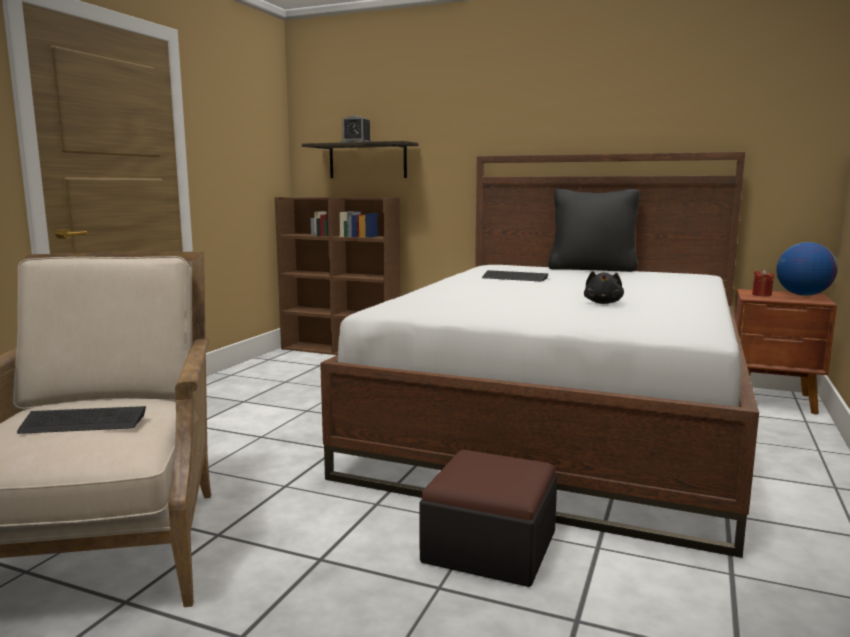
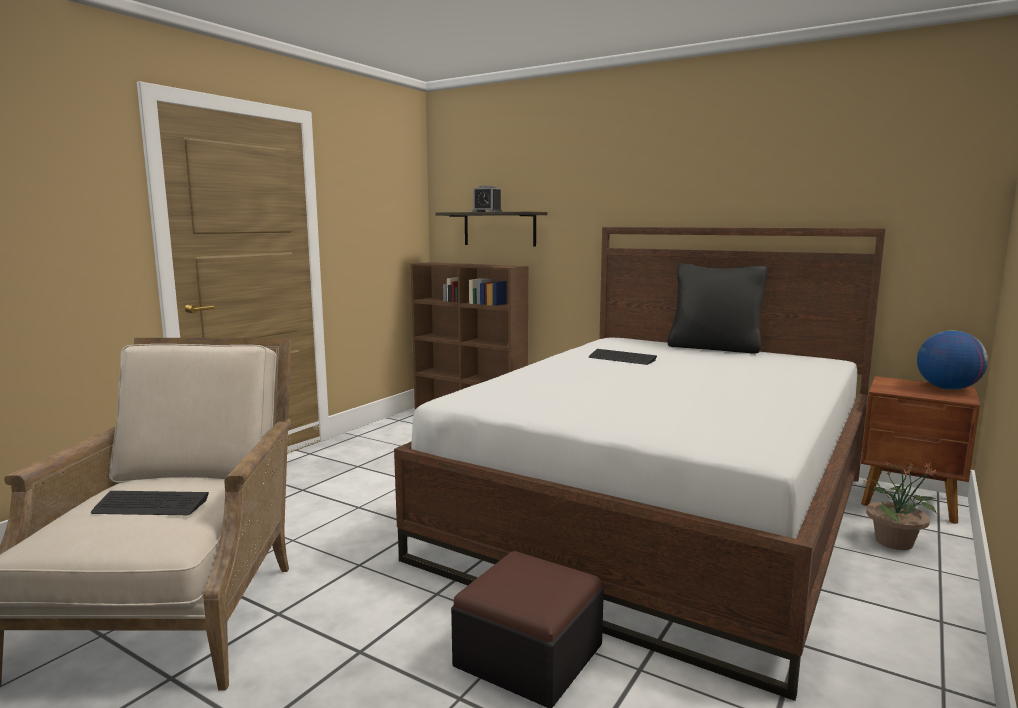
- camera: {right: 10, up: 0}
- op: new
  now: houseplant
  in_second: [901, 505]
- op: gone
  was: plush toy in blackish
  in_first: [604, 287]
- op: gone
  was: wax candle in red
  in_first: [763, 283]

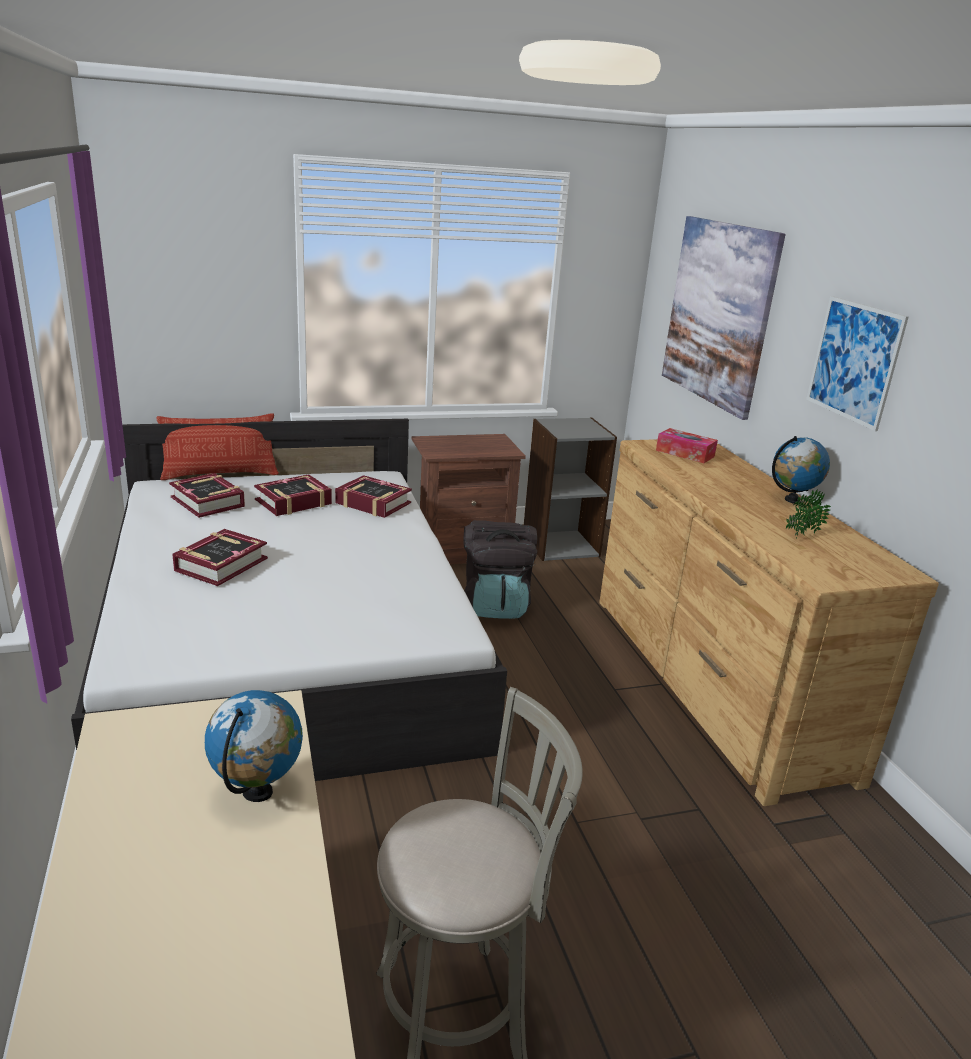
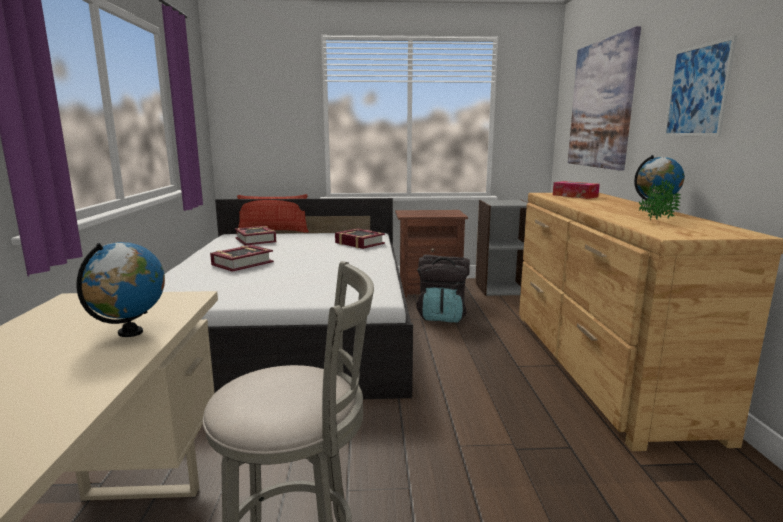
- camera: {right: 15, up: -10}
- op: gone
  was: bound book
  in_first: [293, 495]

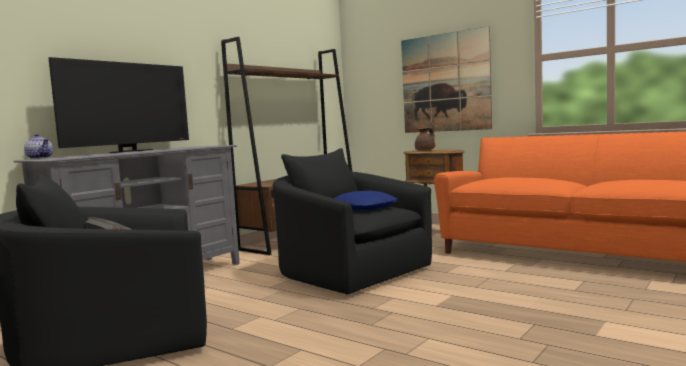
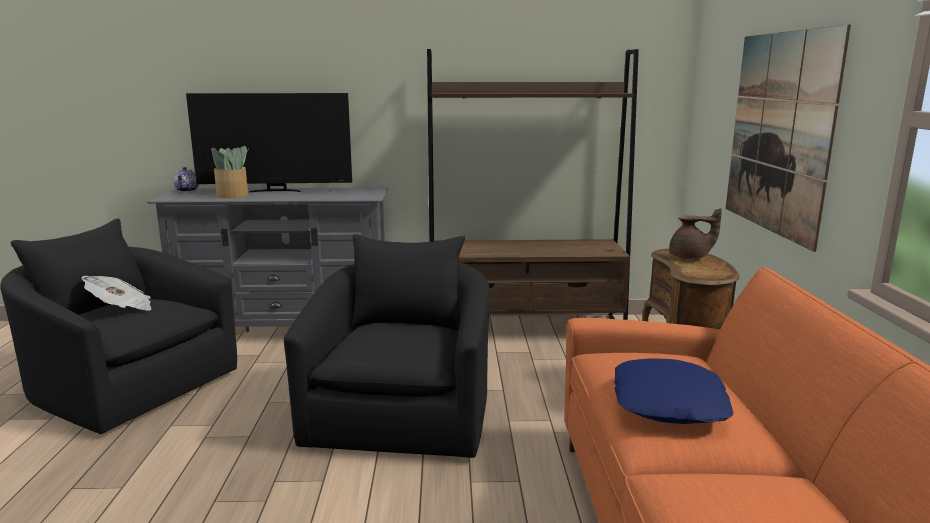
- camera: {right: 50, up: 10}
- op: new
  now: houseplant
  in_second: [229, 172]
- op: shifted
  was: throw pillow in blue
  in_first: [365, 200]
  in_second: [673, 391]

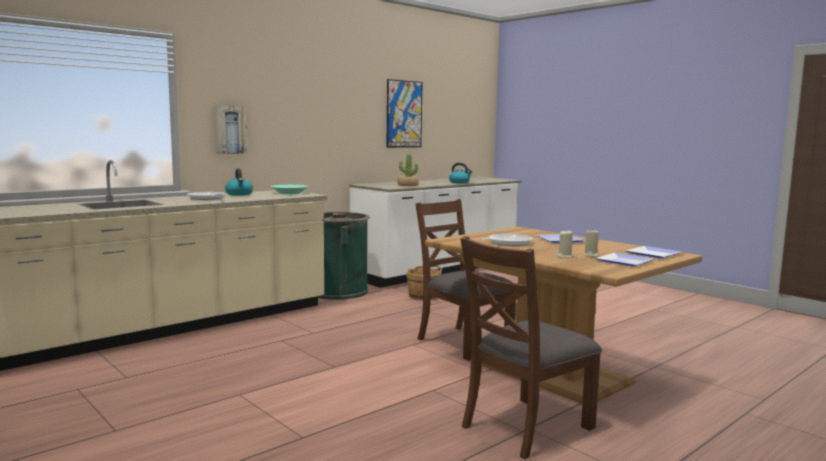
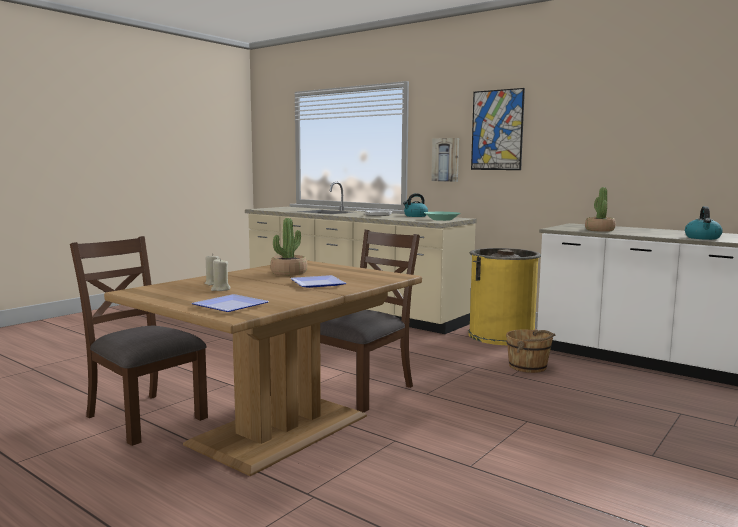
- camera: {right: 80, up: 0}
- op: swapped
  was: frying pan
  now: houseplant
  in_first: [506, 240]
  in_second: [289, 247]
- op: repainted
  was: trash can in green-coloured
  now: trash can in yellow
  in_first: [344, 256]
  in_second: [504, 296]
- op: shifted
  was: wall art
  in_first: [405, 113]
  in_second: [498, 129]
- op: gone
  was: flat dish
  in_first: [624, 259]

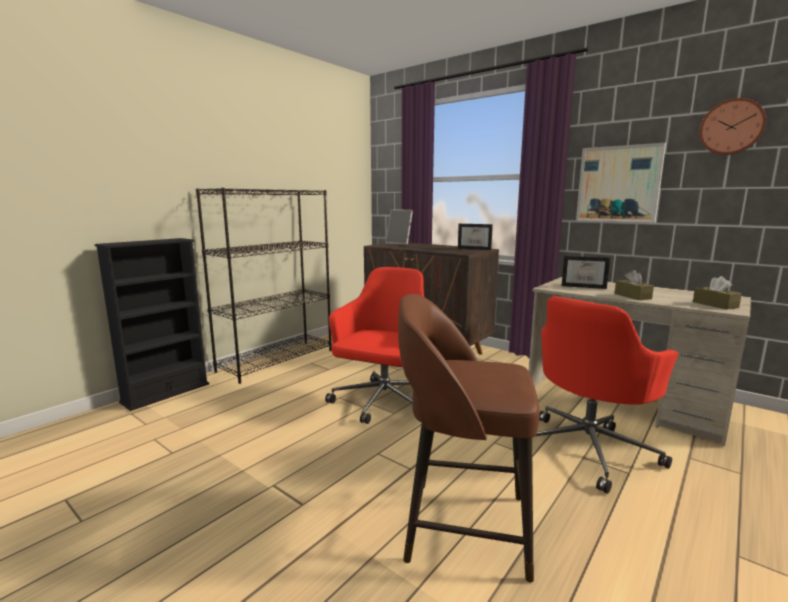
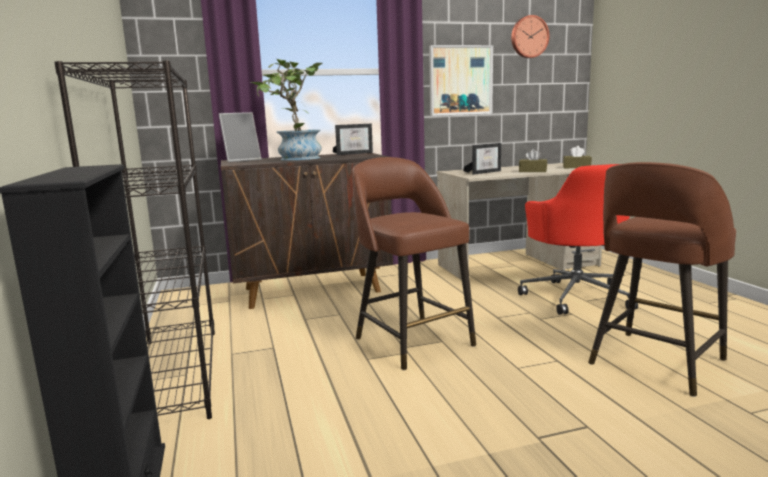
- camera: {right: -55, up: 0}
- op: new
  now: houseplant
  in_second: [287, 109]
- op: swapped
  was: desk chair in red
  now: stool in brown-coloured
  in_first: [374, 345]
  in_second: [414, 263]

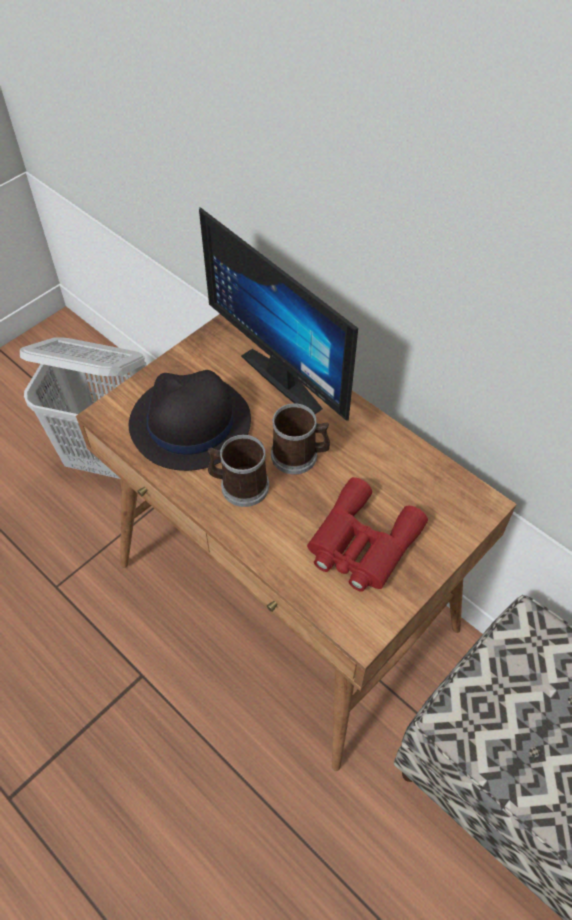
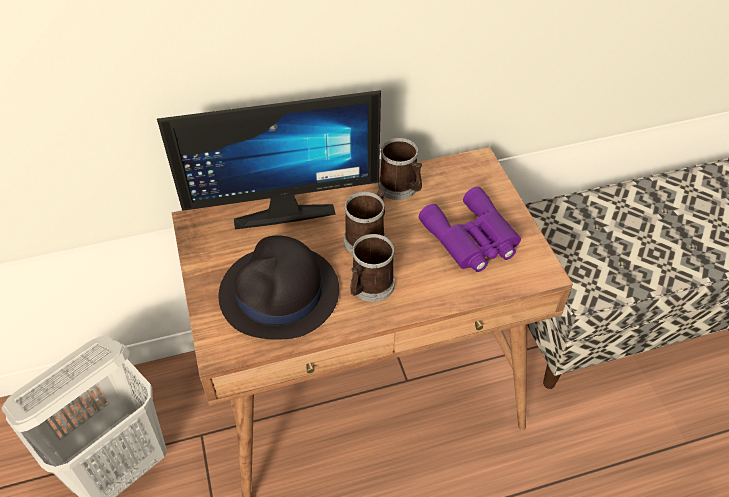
- camera: {right: -60, up: -5}
- op: new
  now: mug
  in_second: [400, 169]
- op: repainted
  was: field glasses in red
  now: field glasses in purple-coloured
  in_first: [367, 534]
  in_second: [470, 229]

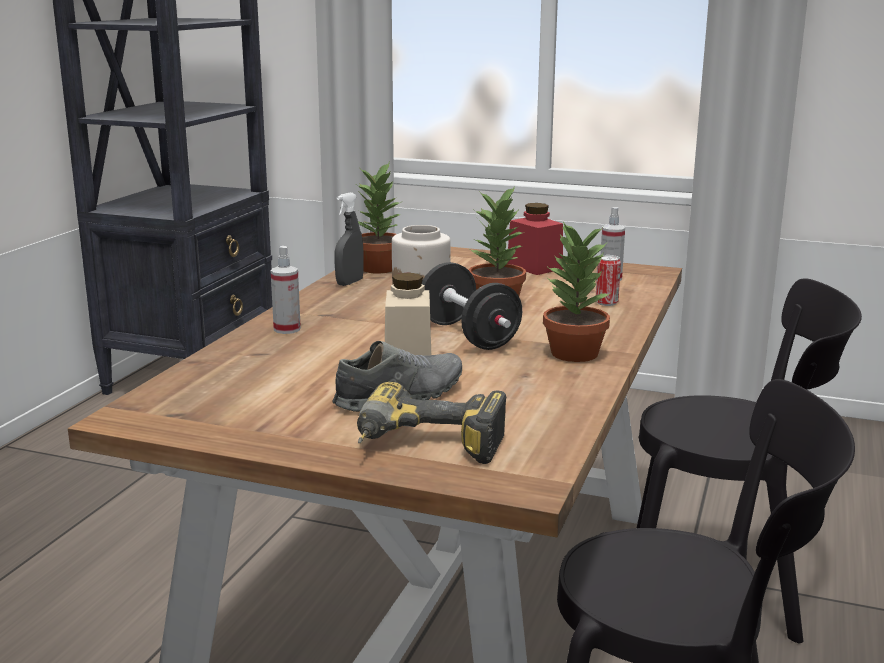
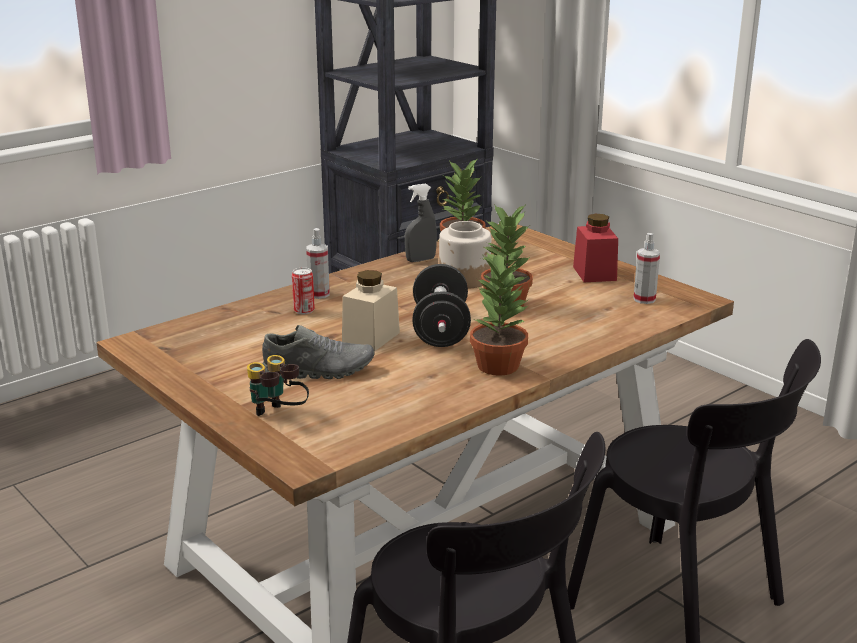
- camera: {right: 30, up: 5}
- op: swapped
  was: electric drill
  now: field glasses
  in_first: [431, 423]
  in_second: [278, 385]
- op: shifted
  was: can
  in_first: [608, 280]
  in_second: [303, 291]

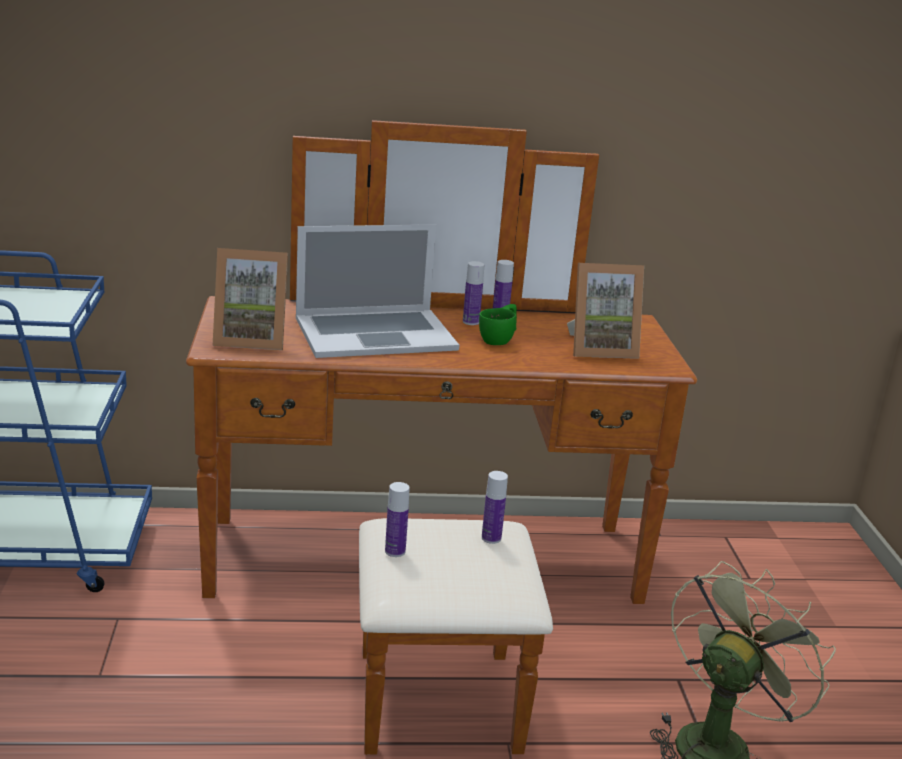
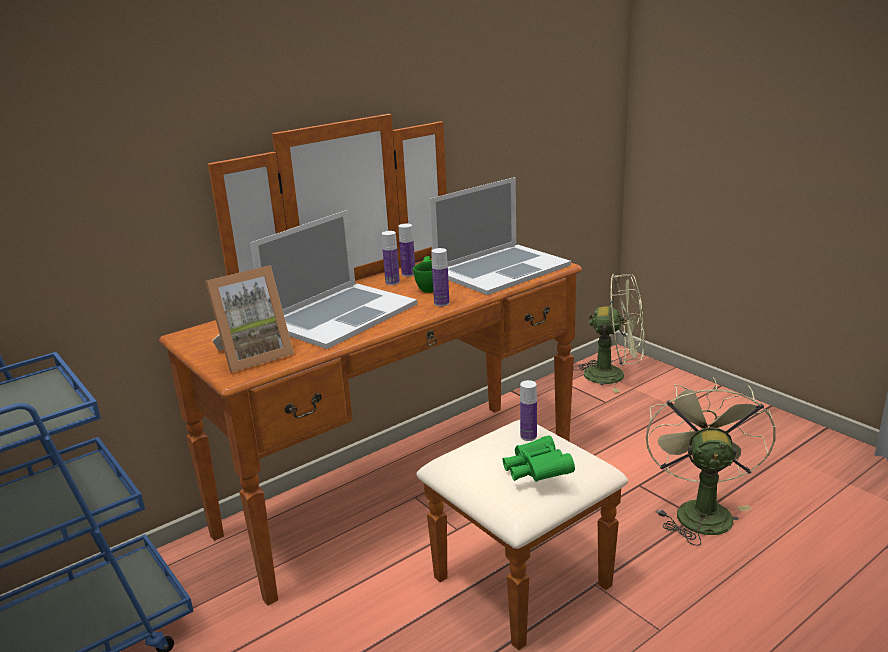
- camera: {right: -30, up: 0}
- op: swapped
  was: picture frame
  now: portable computer
  in_first: [605, 311]
  in_second: [500, 236]
- op: shifted
  was: bottle
  in_first: [397, 519]
  in_second: [440, 277]
- op: new
  now: field glasses in green-coloured
  in_second: [539, 458]
- op: new
  now: electric fan in green-coloured
  in_second: [609, 333]

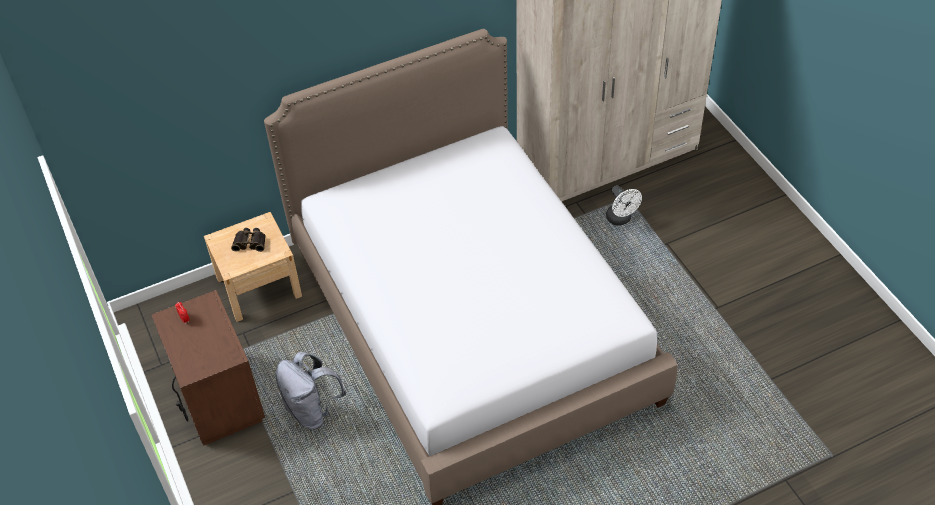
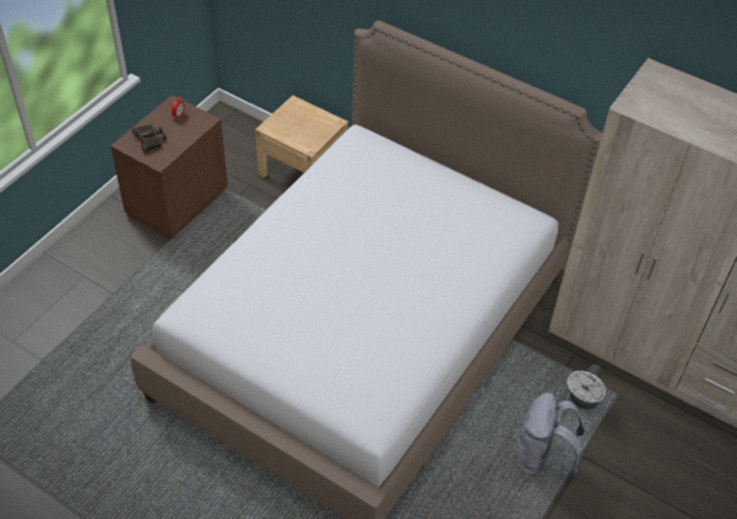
- camera: {right: 55, up: 0}
- op: shifted
  was: field glasses
  in_first: [248, 240]
  in_second: [149, 138]
- op: shifted
  was: rucksack in greyish
  in_first: [310, 390]
  in_second: [551, 434]

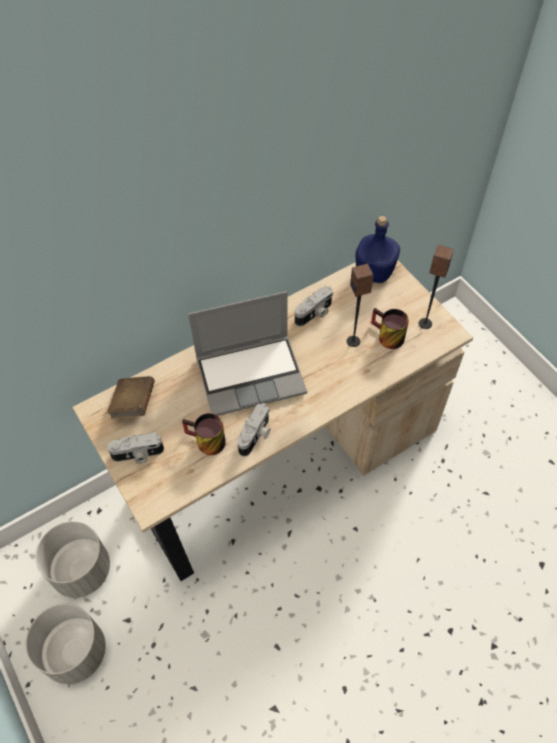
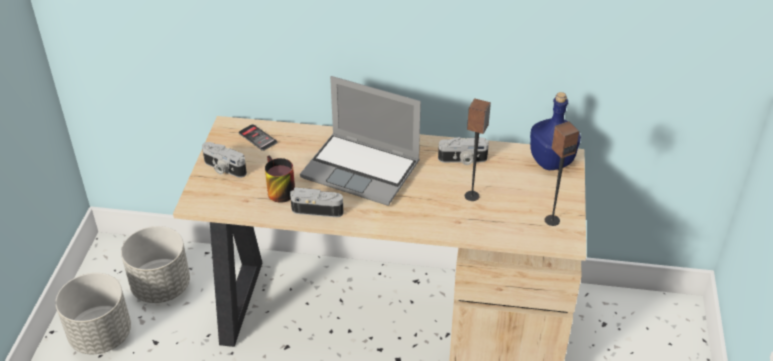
- camera: {right: 40, up: -15}
- op: swapped
  was: bound book in brown-coloured
  now: handset
  in_first: [131, 397]
  in_second: [257, 137]
- op: rotated
  was: photo camera
  in_first: [254, 429]
  in_second: [317, 202]
  clockwise: -150
- op: gone
  was: mug
  in_first: [390, 328]

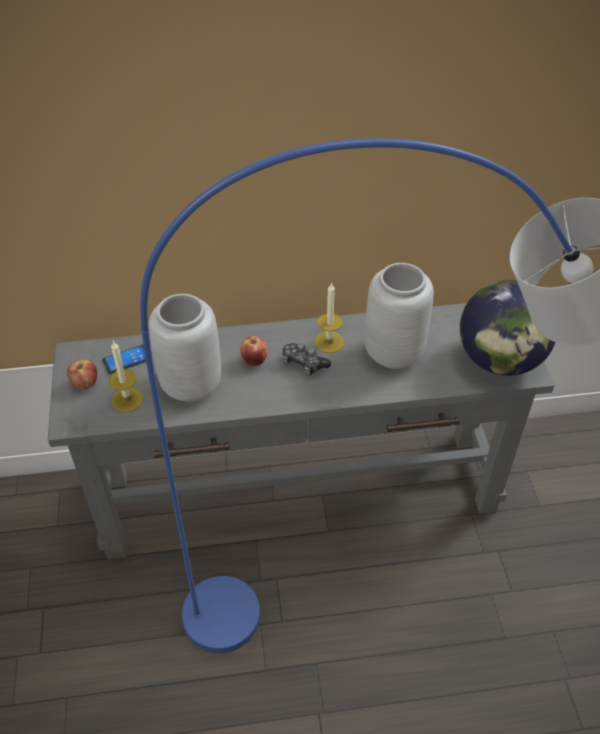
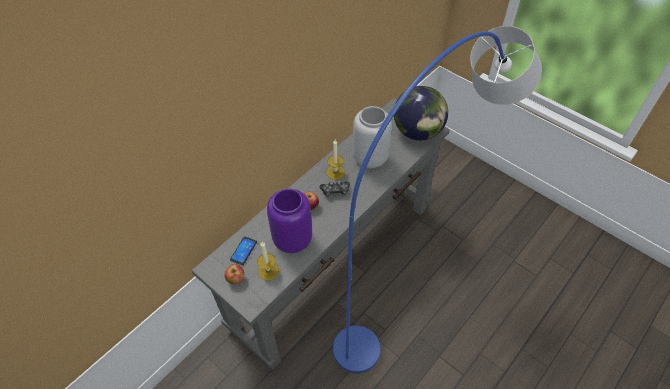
- camera: {right: -40, up: 5}
- op: repainted
  was: decorative vase in greyish
  now: decorative vase in purple-coloured
  in_first: [185, 348]
  in_second: [289, 220]

